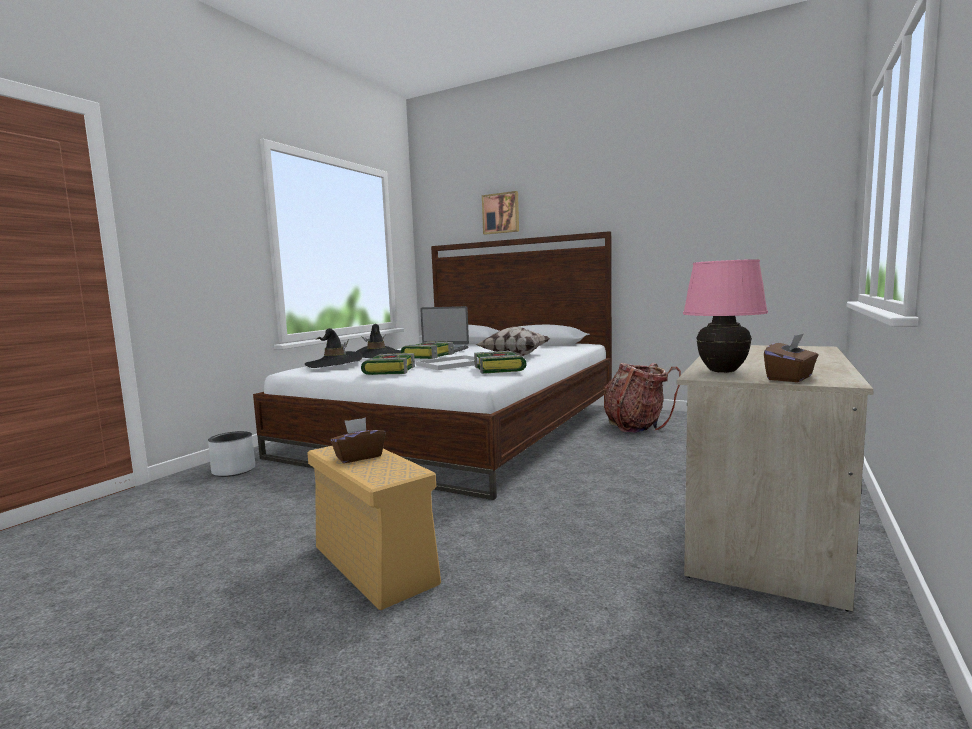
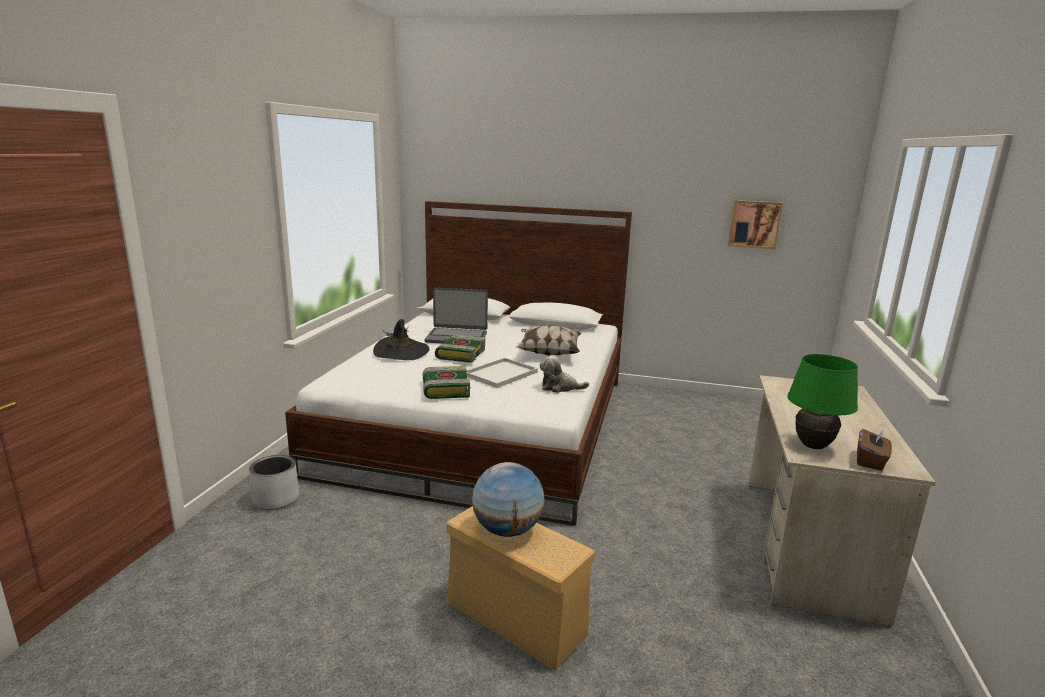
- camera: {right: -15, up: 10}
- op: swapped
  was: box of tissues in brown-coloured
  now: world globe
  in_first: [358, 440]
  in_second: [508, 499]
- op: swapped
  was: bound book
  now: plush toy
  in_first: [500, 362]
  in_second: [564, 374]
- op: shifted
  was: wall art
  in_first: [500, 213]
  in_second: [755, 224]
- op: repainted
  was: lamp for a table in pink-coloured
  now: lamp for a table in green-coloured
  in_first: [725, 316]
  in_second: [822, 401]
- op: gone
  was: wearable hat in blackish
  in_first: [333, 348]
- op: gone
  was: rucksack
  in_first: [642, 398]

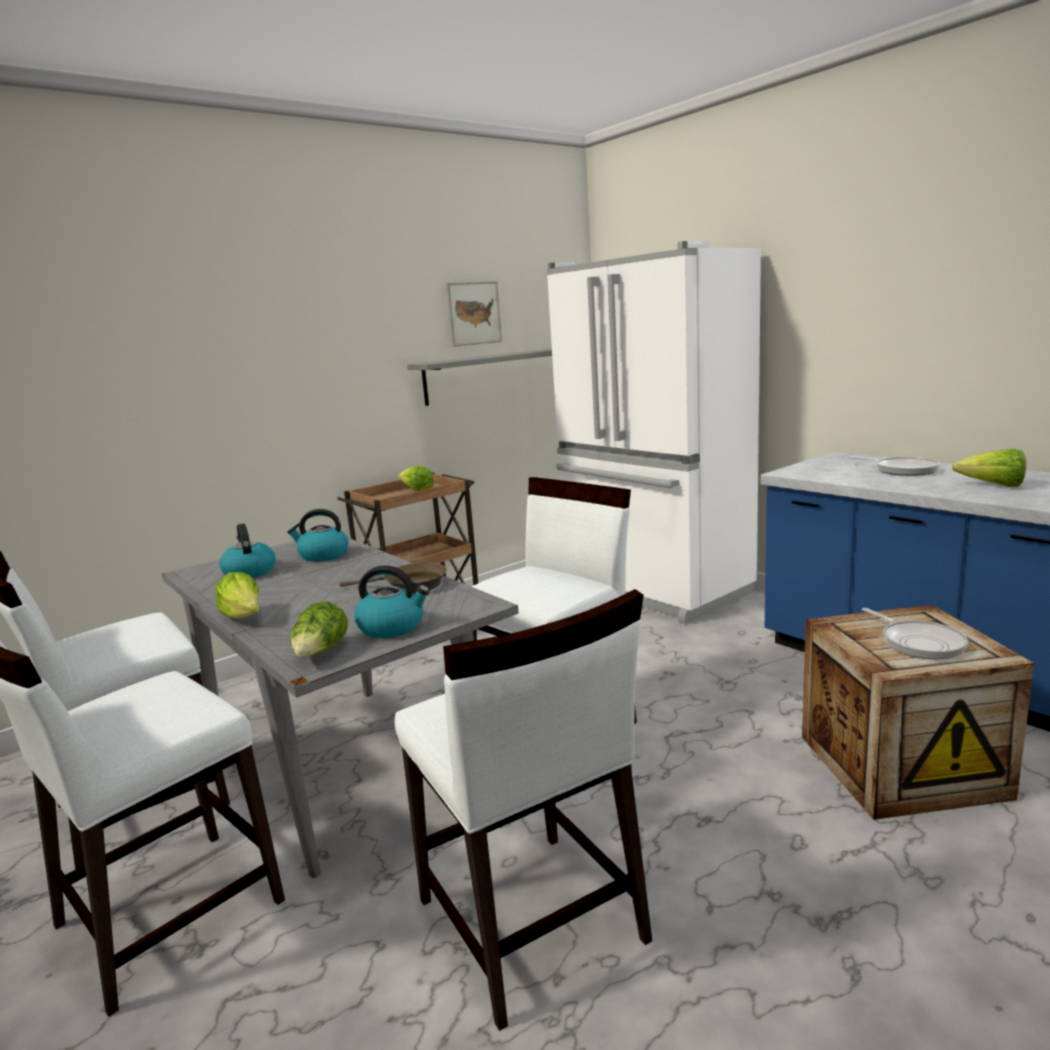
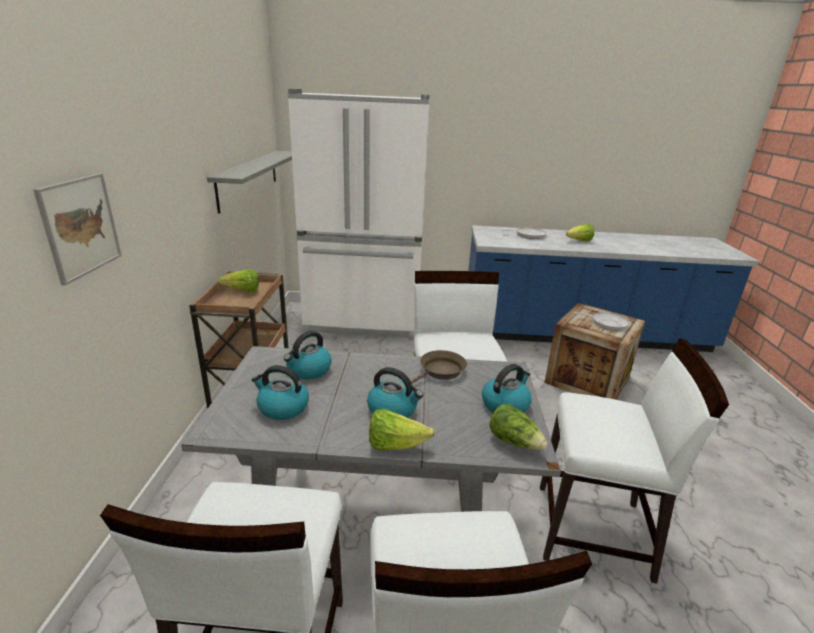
- camera: {right: -50, up: 10}
- op: shifted
  was: wall art
  in_first: [474, 314]
  in_second: [77, 229]
- op: new
  now: water kettle
  in_second: [395, 392]

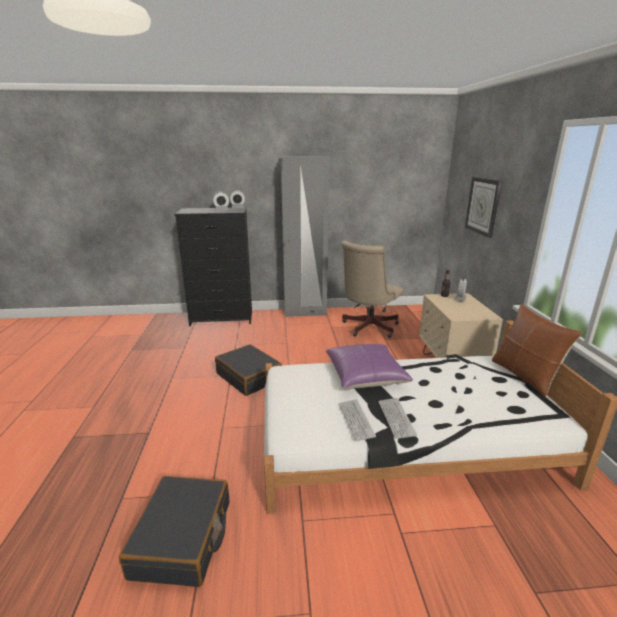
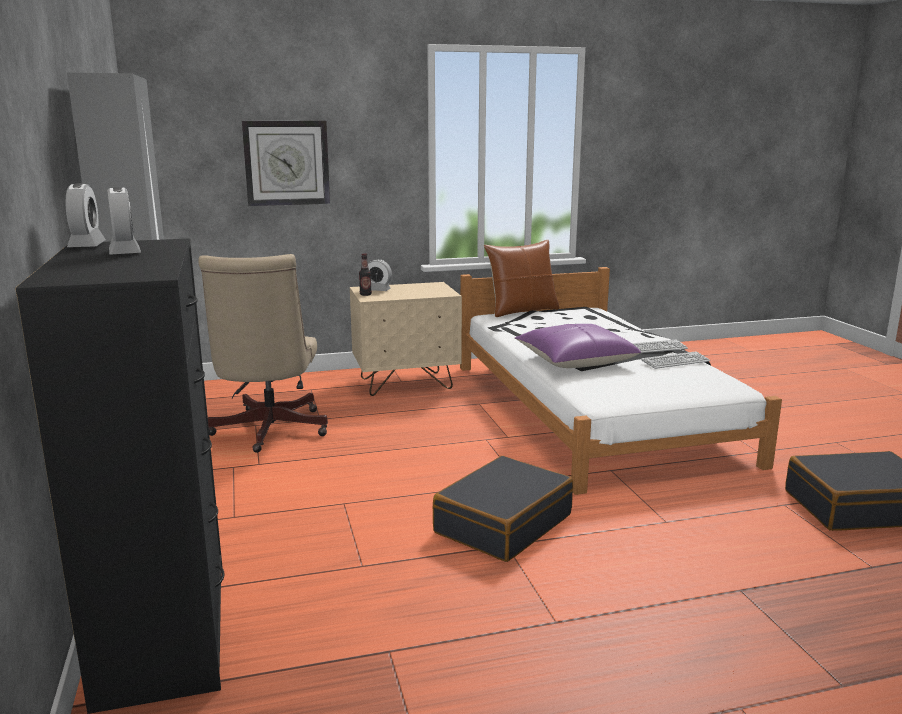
- camera: {right: -100, up: -5}
- op: rotated
  was: desk chair in beige-coloured
  in_first: [372, 289]
  in_second: [263, 353]
  clockwise: 60

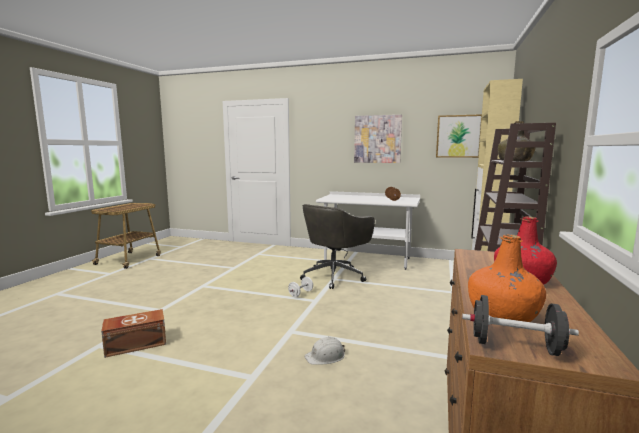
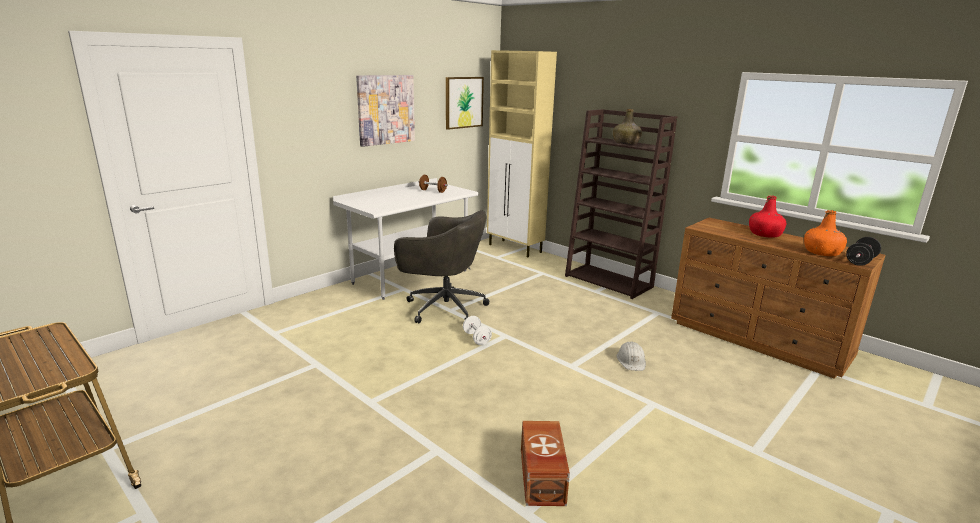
- camera: {right: -65, up: 10}
- op: rotated
  was: desk chair in greyish
  in_first: [337, 246]
  in_second: [441, 266]
  clockwise: -45

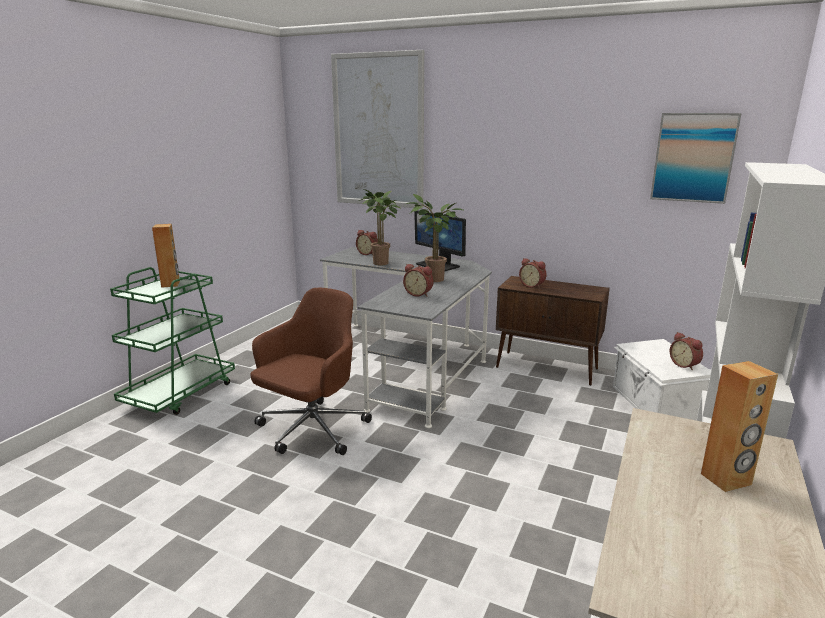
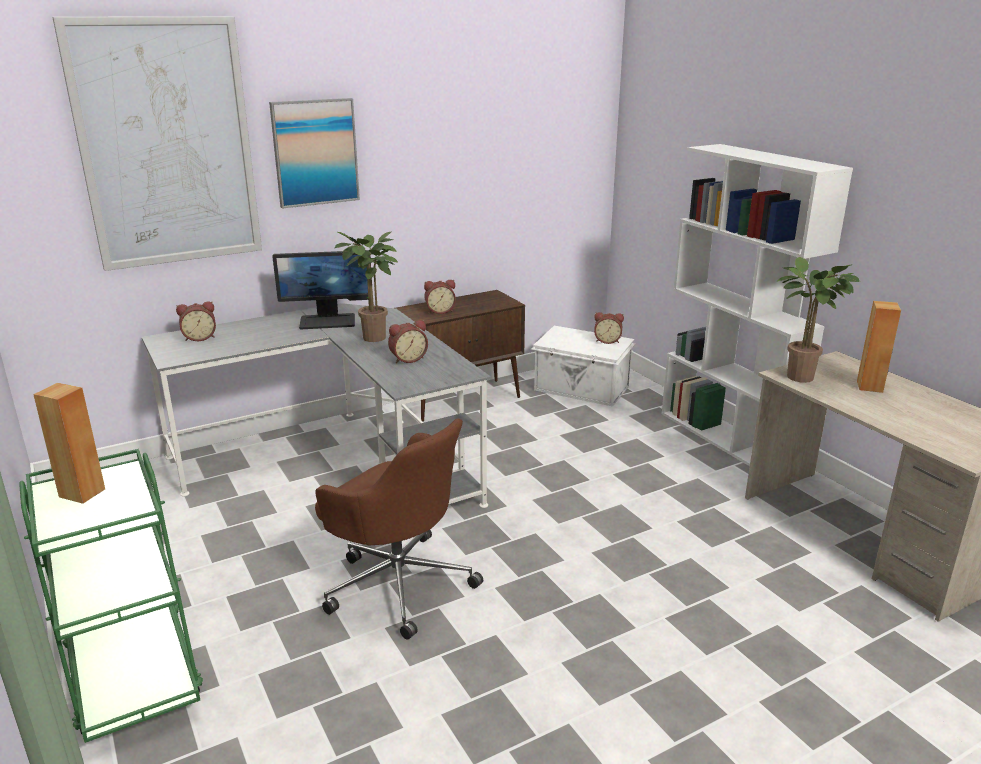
- camera: {right: -55, up: 5}
- op: shifted
  was: wall art
  in_first: [696, 158]
  in_second: [314, 153]
- op: rotated
  was: desk chair in brown-coloured
  in_first: [311, 371]
  in_second: [399, 529]
  clockwise: 150
- op: shifted
  was: houseplant
  in_first: [380, 227]
  in_second: [819, 320]

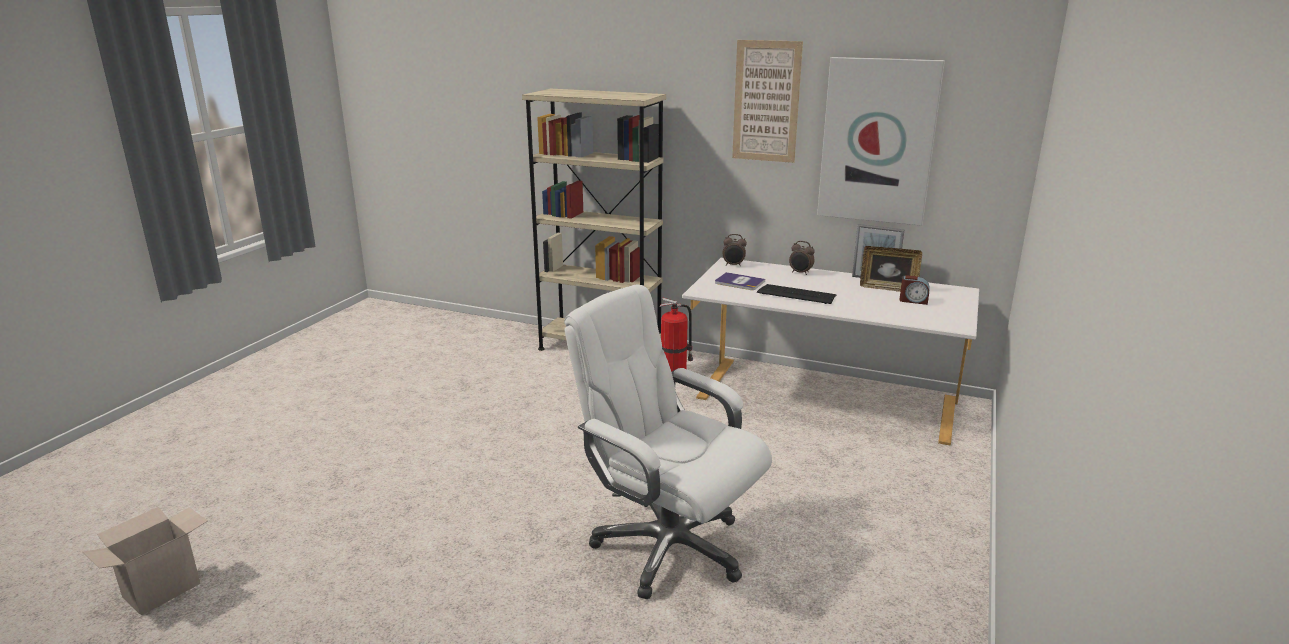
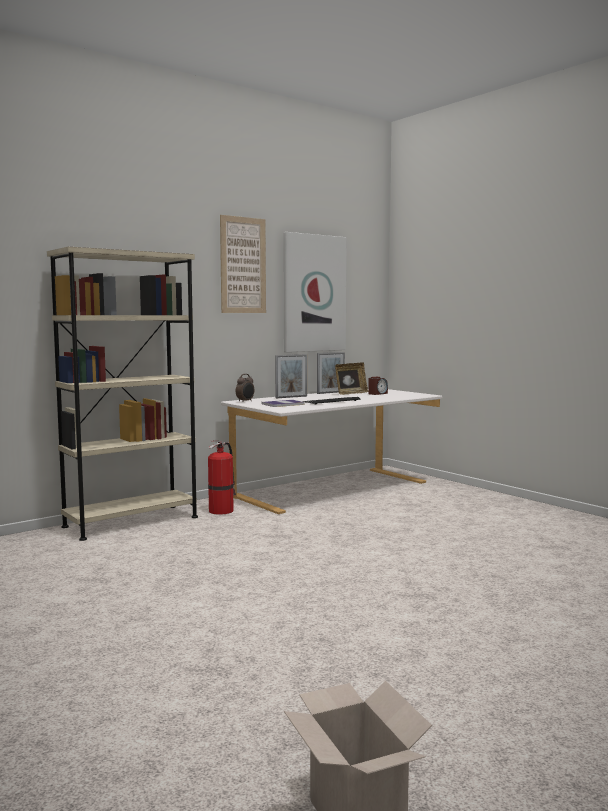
- camera: {right: -60, up: -15}
- op: swapped
  was: table clock
  now: picture frame
  in_first: [802, 258]
  in_second: [291, 376]
- op: gone
  was: desk chair in white-coloured
  in_first: [668, 441]

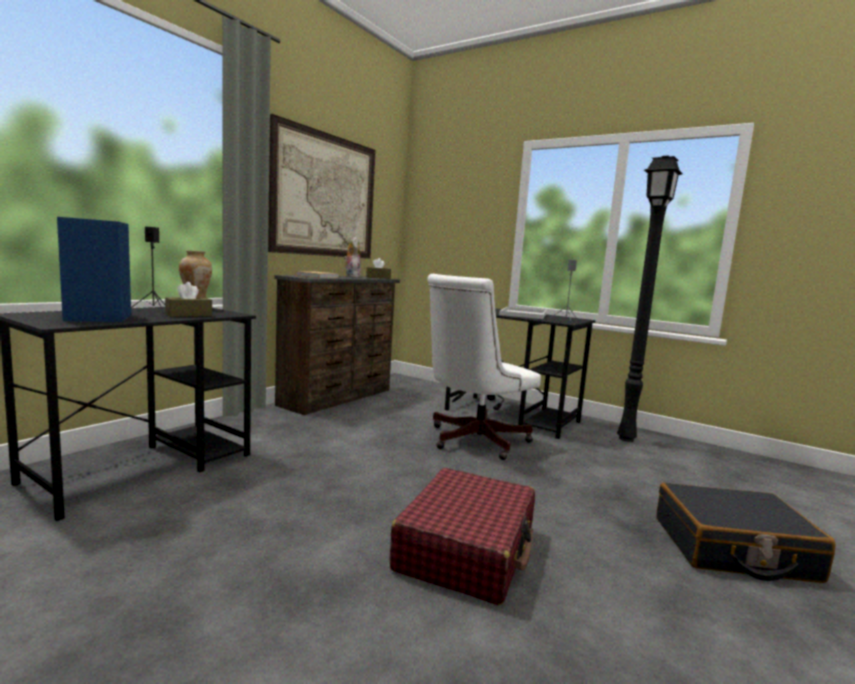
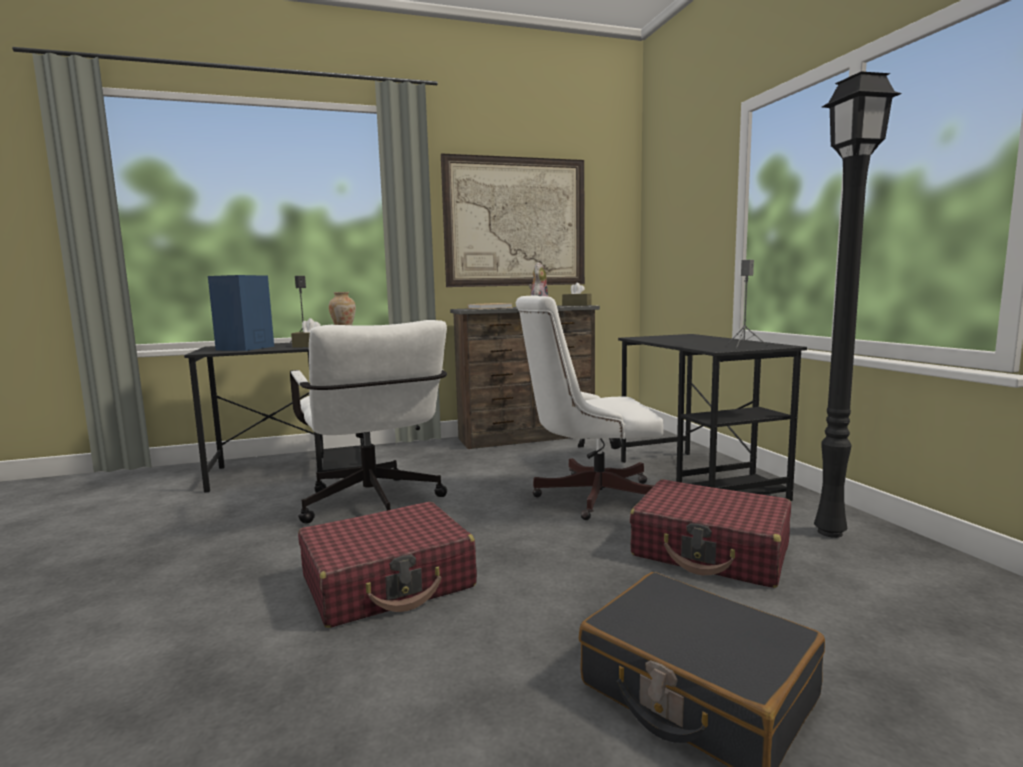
- camera: {right: 40, up: 0}
- op: new
  now: desk chair in white-coloured
  in_second: [368, 421]
- op: new
  now: travel case in red
  in_second: [710, 533]
- op: gone
  was: carrying tray in white-coloured
  in_first: [522, 313]

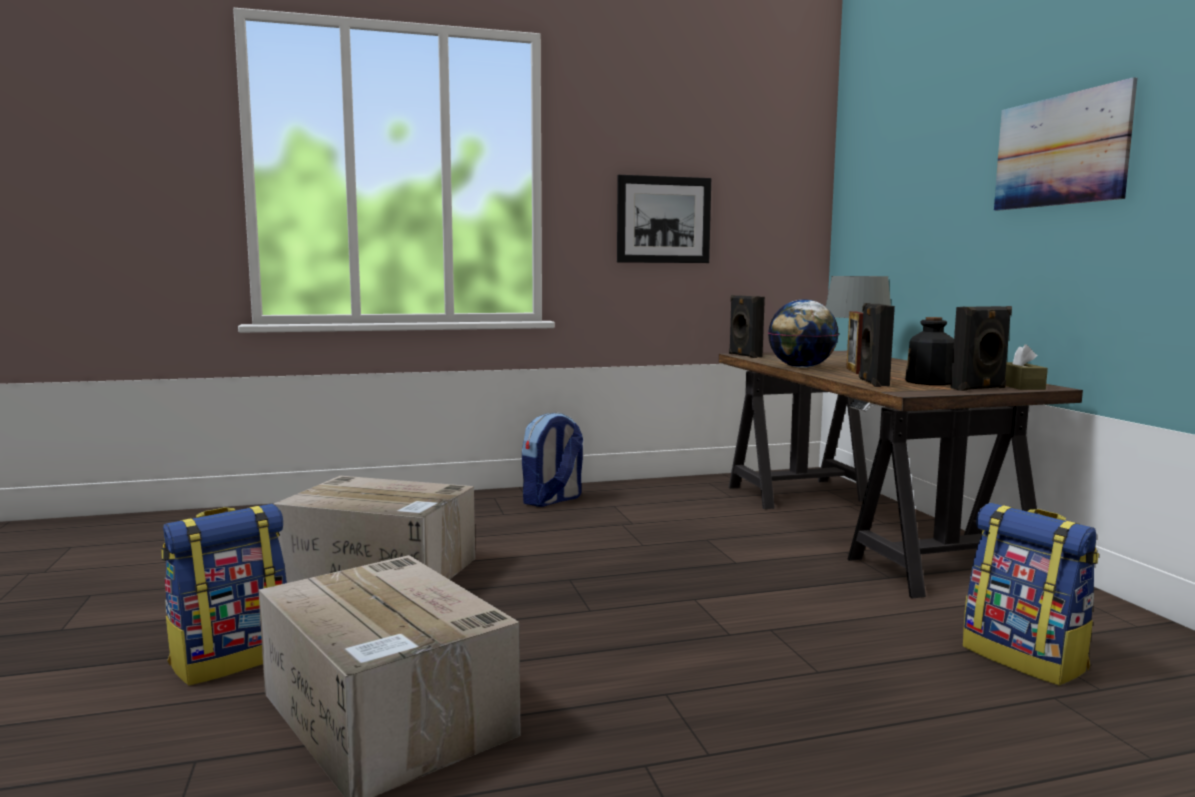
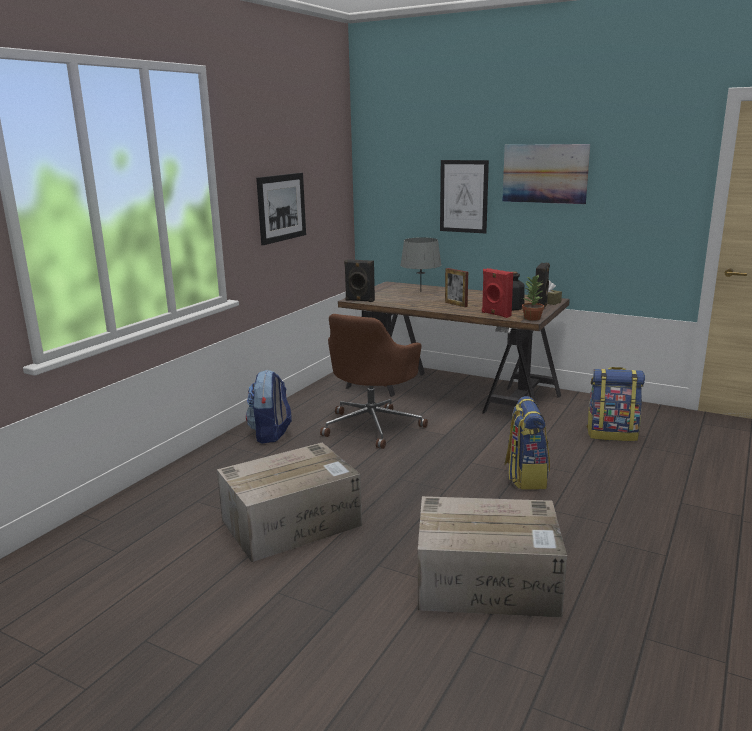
- camera: {right: -45, up: 10}
- op: new
  now: desk chair in brown-coloured
  in_second: [374, 381]
- op: new
  now: wall art
  in_second: [464, 196]
- op: repainted
  was: speaker in blackish
  now: speaker in red
  in_first: [877, 345]
  in_second: [497, 293]
- op: shifted
  was: rucksack
  in_first: [224, 594]
  in_second: [527, 443]
- op: new
  now: houseplant
  in_second: [533, 297]
- op: gone
  was: world globe
  in_first: [803, 333]

